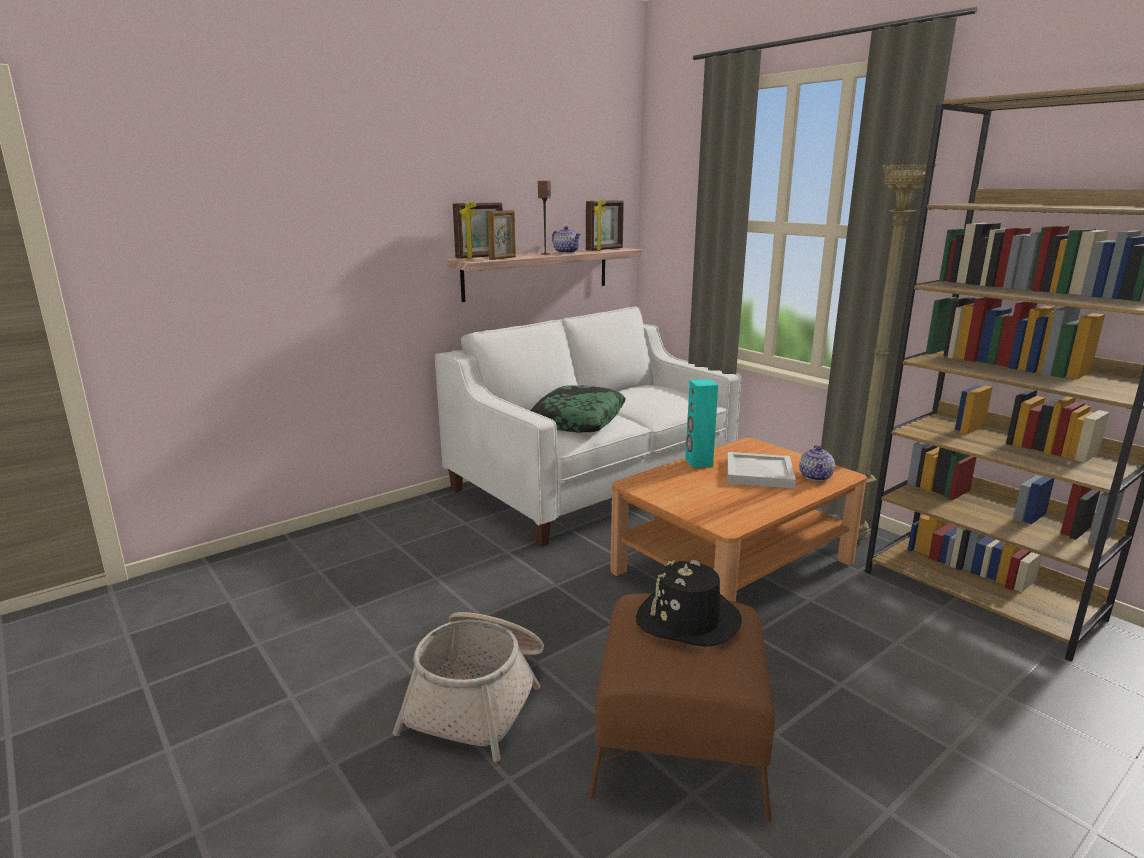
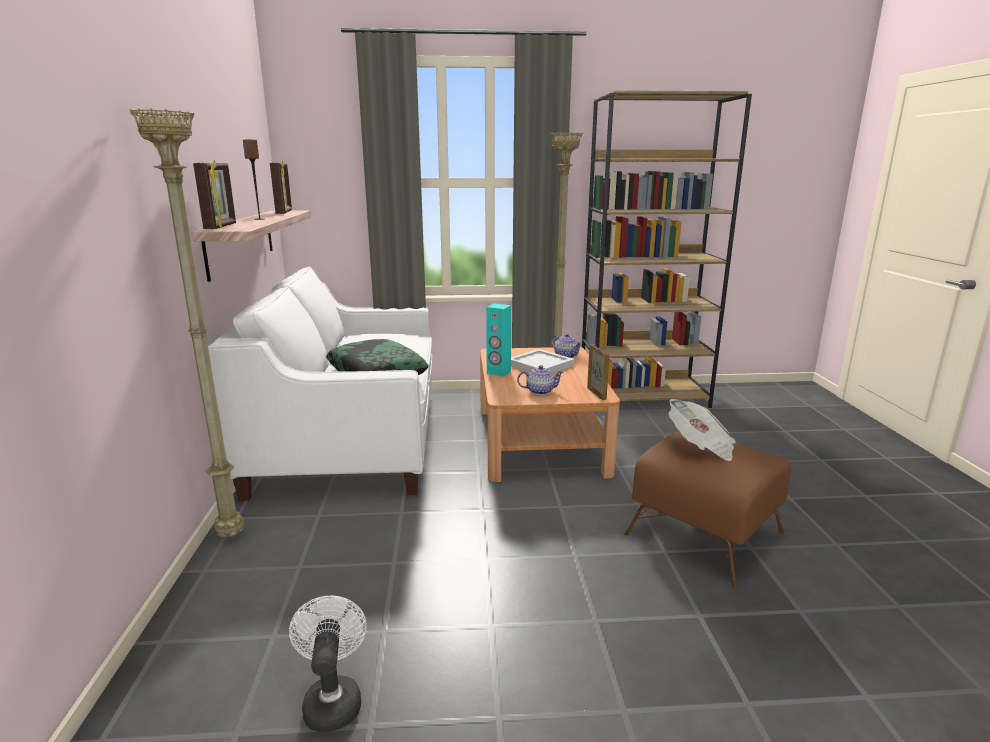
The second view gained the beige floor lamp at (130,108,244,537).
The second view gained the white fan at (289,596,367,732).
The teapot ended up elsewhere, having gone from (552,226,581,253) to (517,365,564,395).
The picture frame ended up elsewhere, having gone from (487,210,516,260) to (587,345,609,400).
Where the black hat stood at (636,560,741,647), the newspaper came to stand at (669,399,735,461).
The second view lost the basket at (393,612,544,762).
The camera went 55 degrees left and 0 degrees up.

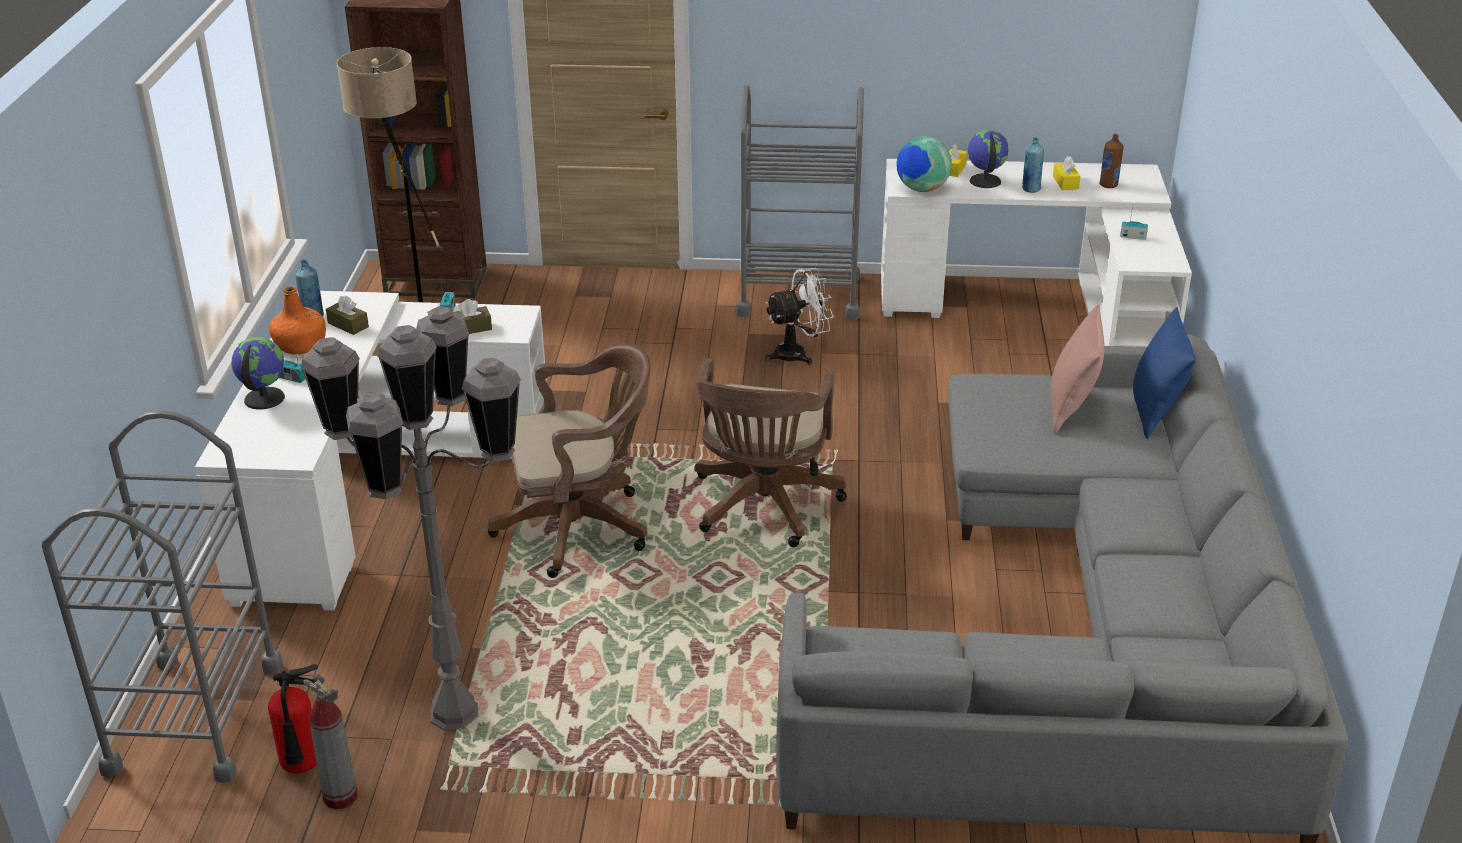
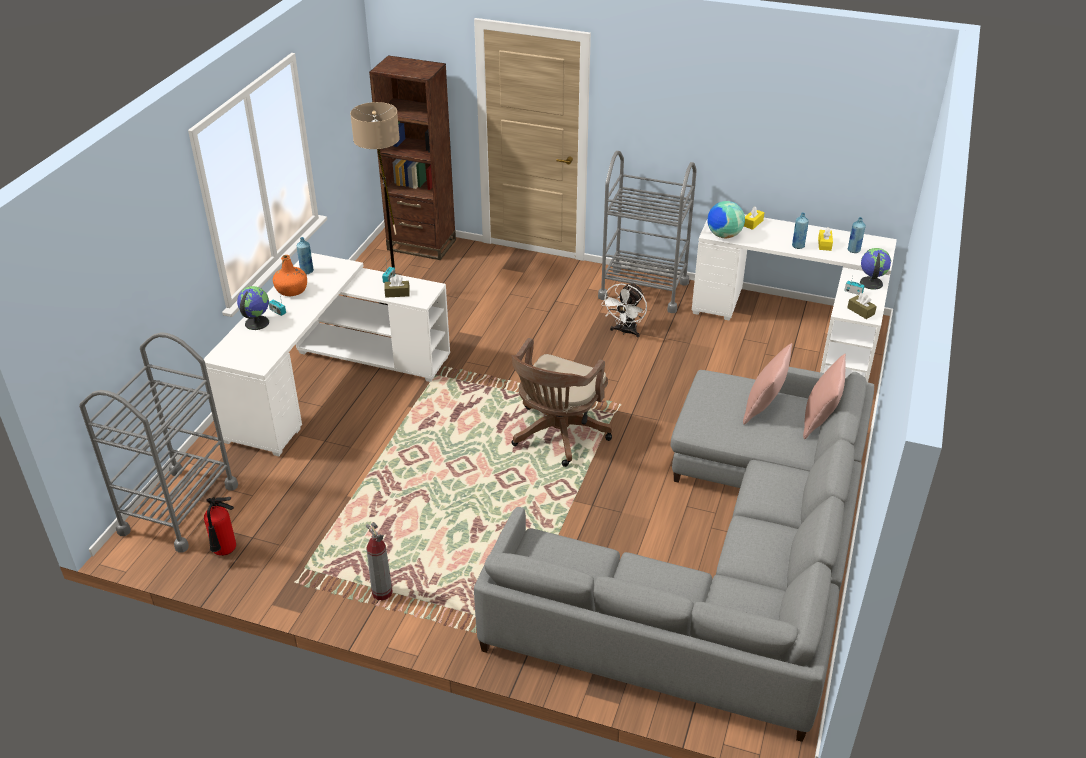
The fire extinguisher ended up elsewhere, having gone from (303,673,357,809) to (366,522,392,601).
The white fan at (765,268,834,365) ended up facing another way, 120 degrees clockwise from before.
What was the blue pillow at (1133,307,1196,439) turned into the pink pillow at (803,353,846,439).
The brown tissue box ended up elsewhere, having gone from (326,295,369,335) to (847,293,877,319).
What was the brown bottle at (1099,134,1124,188) turned into the blue bottle at (848,217,866,253).
The globe ended up elsewhere, having gone from (967,129,1009,188) to (860,248,891,290).
The second view lost the grey floor lamp at (301,306,521,731).
The second view lost the brown office chair at (488,344,651,578).
The camera went 15 degrees right and 5 degrees up.

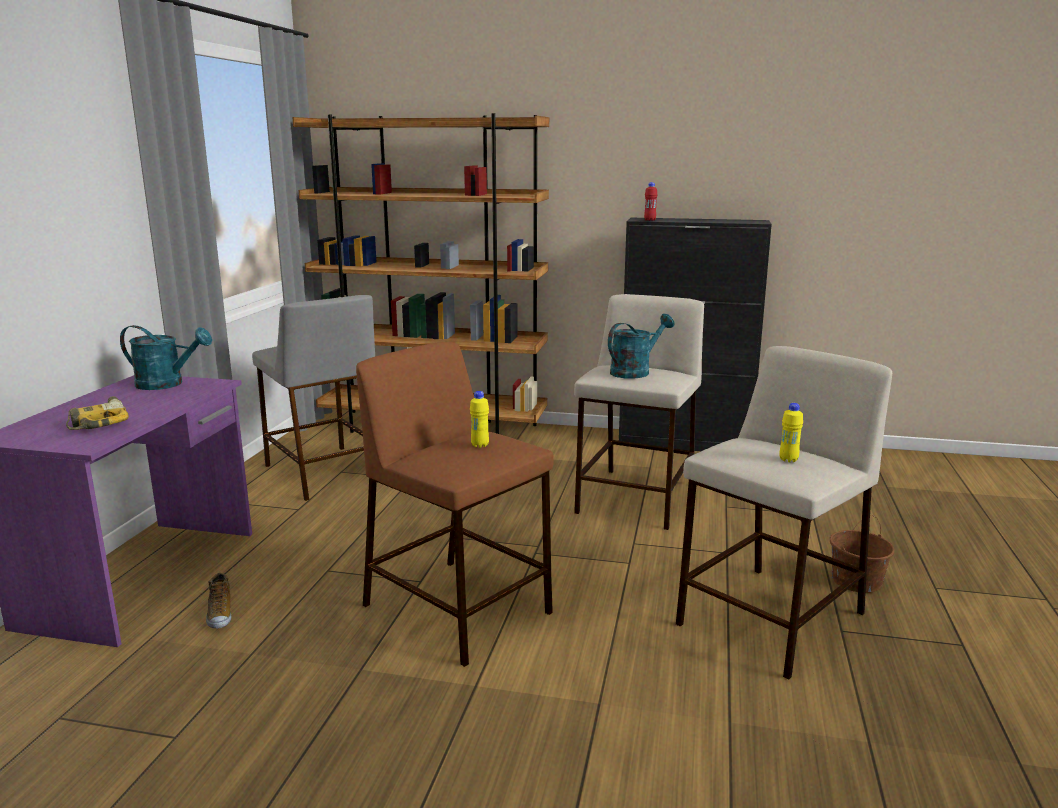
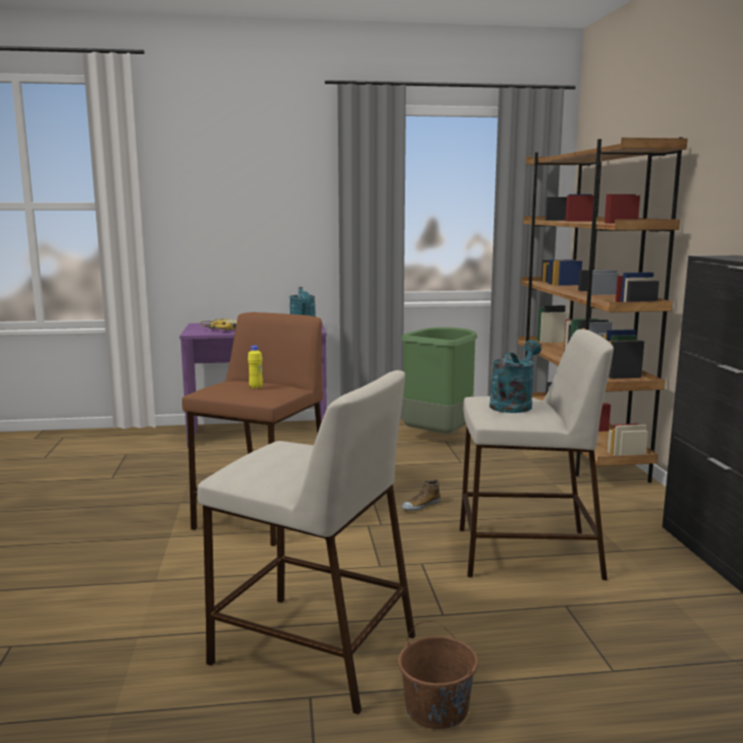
Where the grey stool stood at (252,295,375,501), the green trash can came to stand at (401,327,478,434).
The shoe ended up elsewhere, having gone from (206,573,231,629) to (401,480,441,511).
The turquoise watering can at (608,314,674,379) ended up facing another way, 90 degrees counterclockwise from before.
The second view lost the red bottle at (644,182,658,221).
The second view lost the yellow bottle at (779,403,803,462).
The camera went 70 degrees right and 5 degrees down.

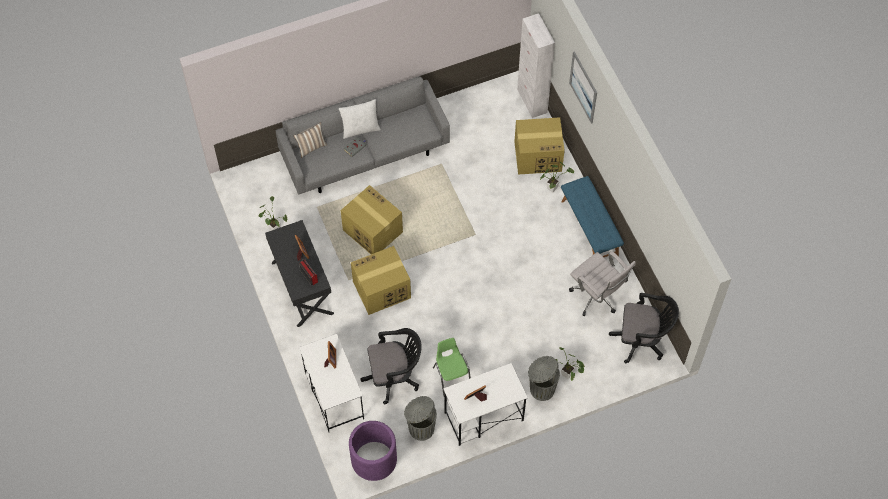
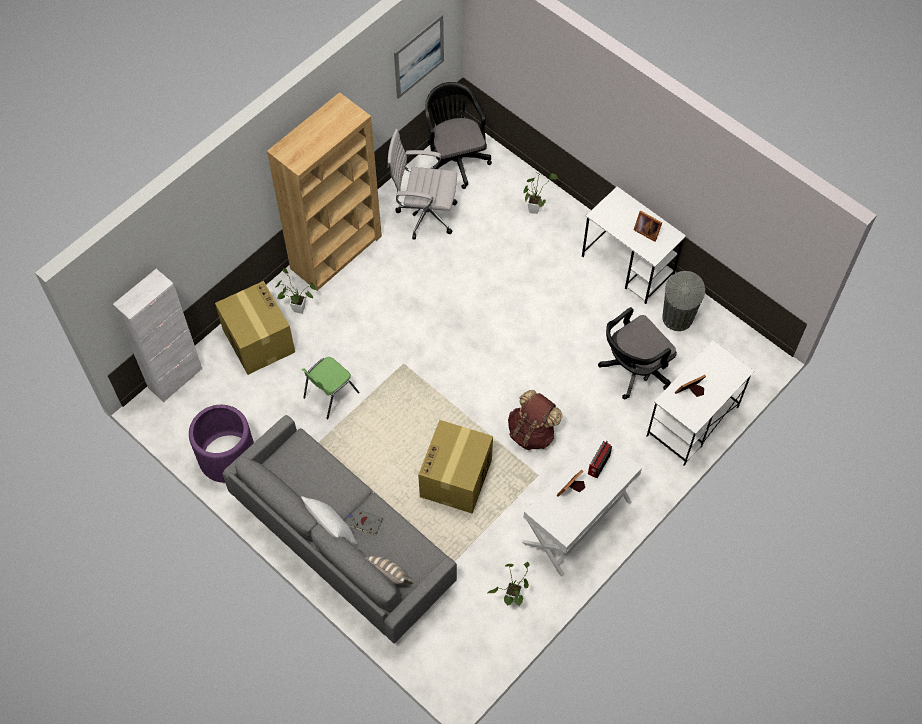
The purple planter ended up elsewhere, having gone from (349,421,397,481) to (189,405,254,483).
Where the blue bench stood at (561,176,624,257), the brown bookcase came to stand at (267,92,382,291).
The green chair ended up elsewhere, having gone from (433,338,471,397) to (302,357,359,420).
The white office chair at (569,251,636,316) ended up facing another way, 105 degrees counterclockwise from before.
The picture ended up elsewhere, having gone from (569,51,597,124) to (394,14,444,99).
Where the cardboard box stood at (351,246,411,315), the brown backpack came to stand at (508,390,562,450).
What was the black desk at (265,220,334,327) turned into the white desk at (522,434,642,577).
The black office chair at (360,328,422,404) ended up facing another way, 90 degrees counterclockwise from before.
The second view lost the grey trash can at (528,356,560,401).
The camera went 115 degrees left and 0 degrees up.

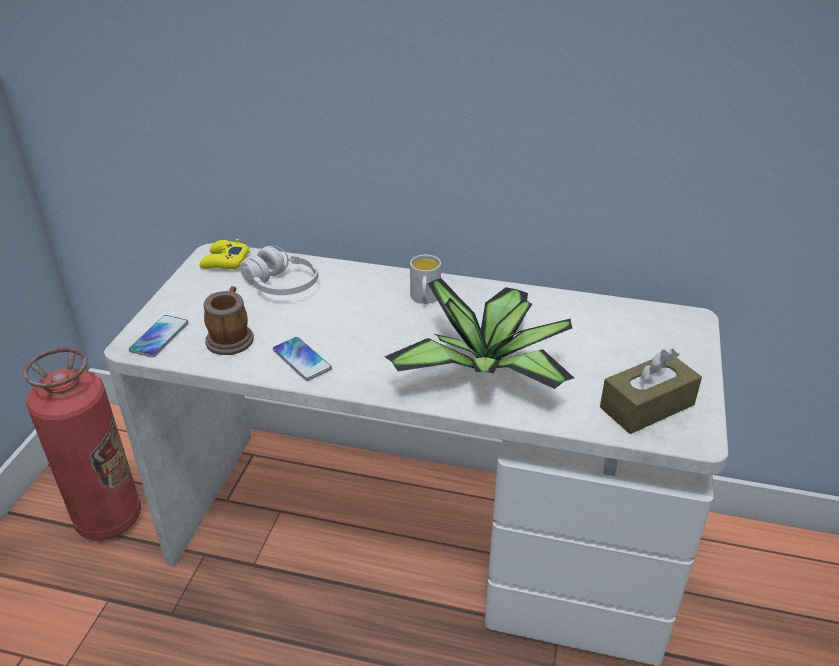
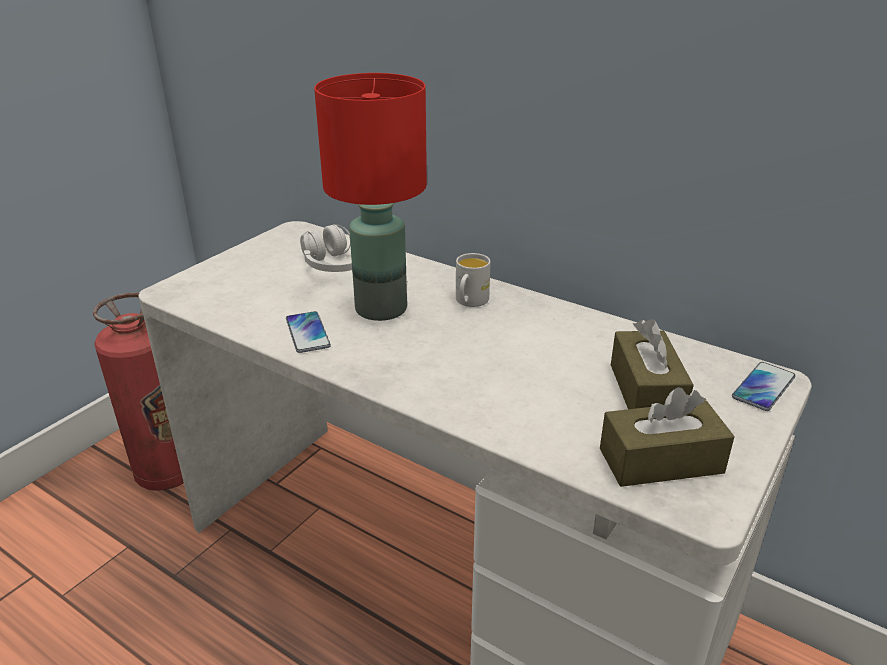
The second view gained the red table lamp at (314,73,427,321).
The second view gained the brown tissue box at (611,319,694,409).
The phone ended up elsewhere, having gone from (129,315,189,357) to (732,362,796,411).
The second view lost the yellow game controller at (199,239,250,269).
The second view lost the mug at (204,286,254,355).
The second view lost the potted plant at (385,278,574,389).
The camera went 20 degrees right and 5 degrees down.

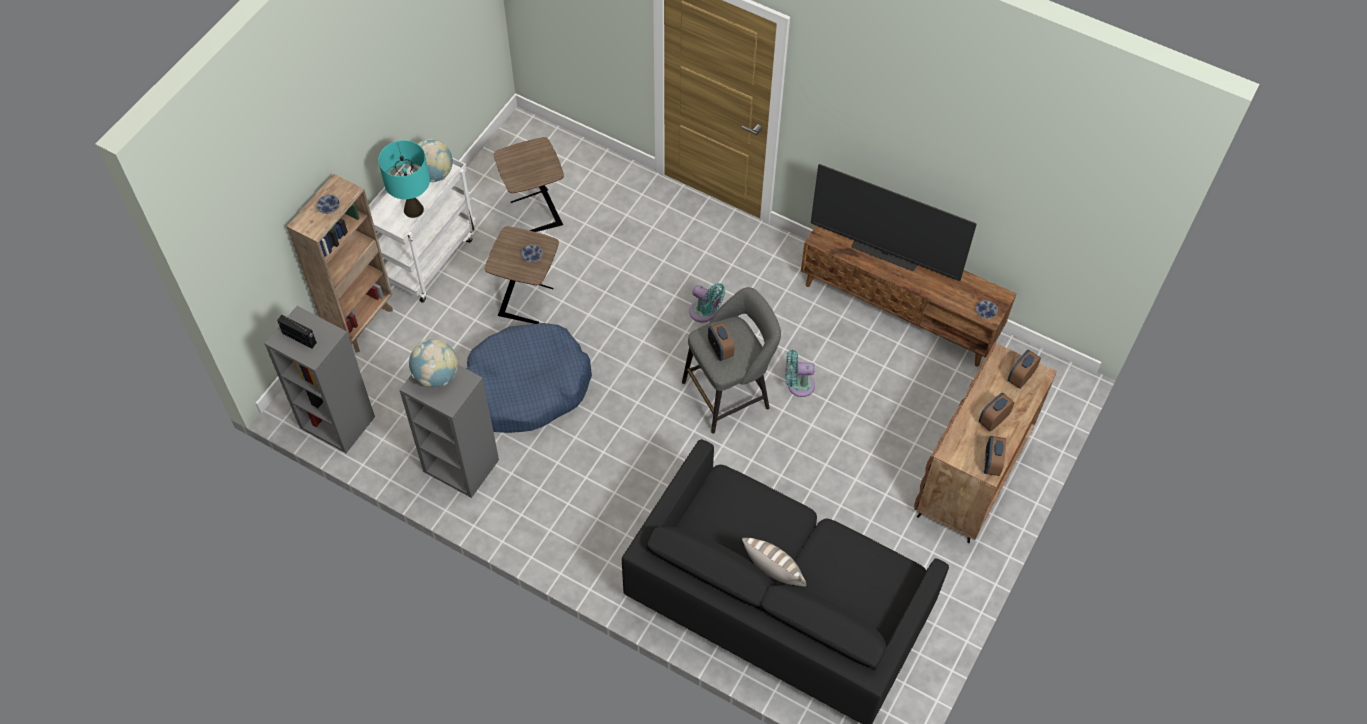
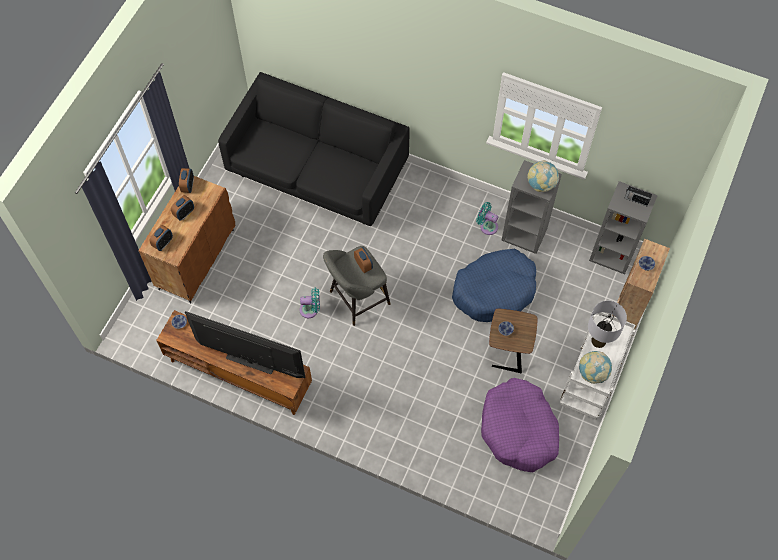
The turquoise fan ended up elsewhere, having gone from (689,283,725,322) to (476,202,498,235).
Where the brown side table stood at (494,137,564,232), the purple dog bed came to stand at (481,378,559,473).
What was the turquoise table lamp at (378,140,430,218) turned into the grey table lamp at (588,301,627,348).
The second view lost the pillow at (742,538,807,586).
The camera went 175 degrees right and 5 degrees up.

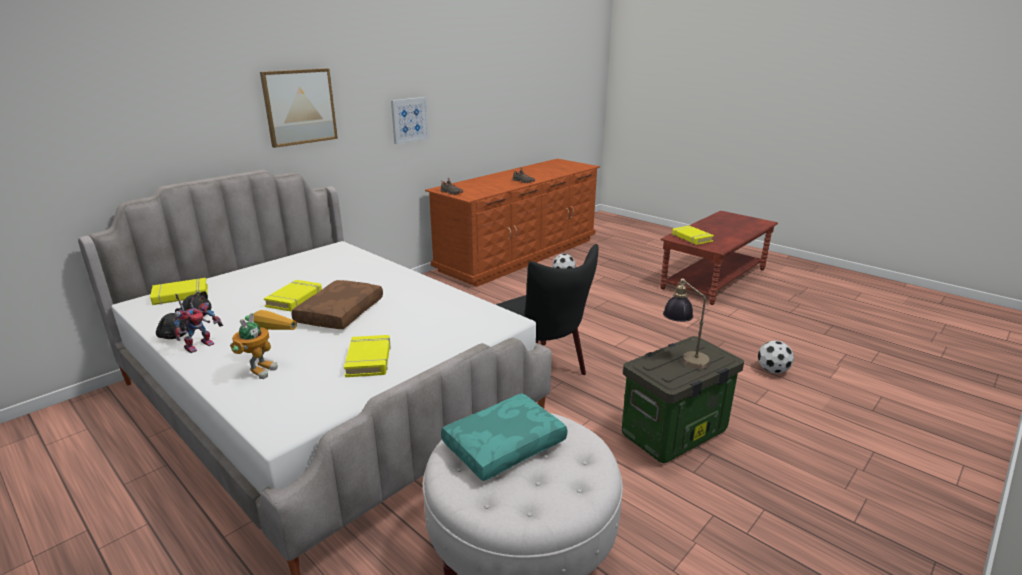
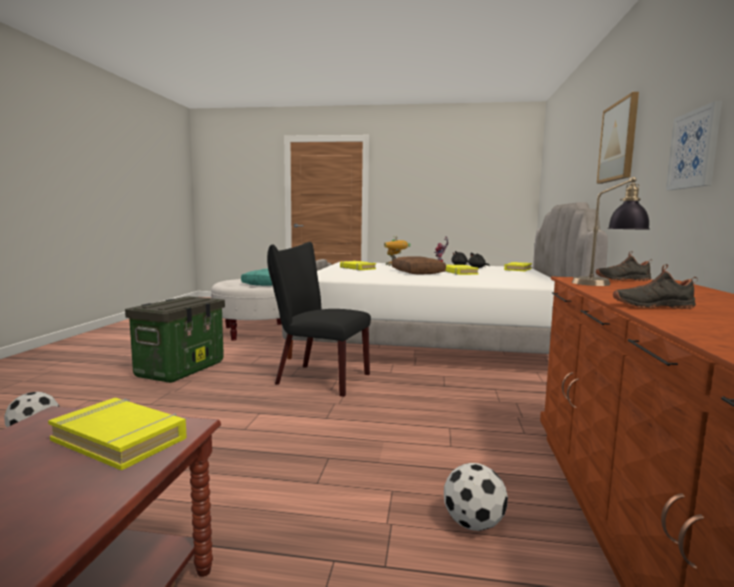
The table lamp ended up elsewhere, having gone from (663,278,711,369) to (572,177,650,286).
The camera went 145 degrees right and 15 degrees down.

